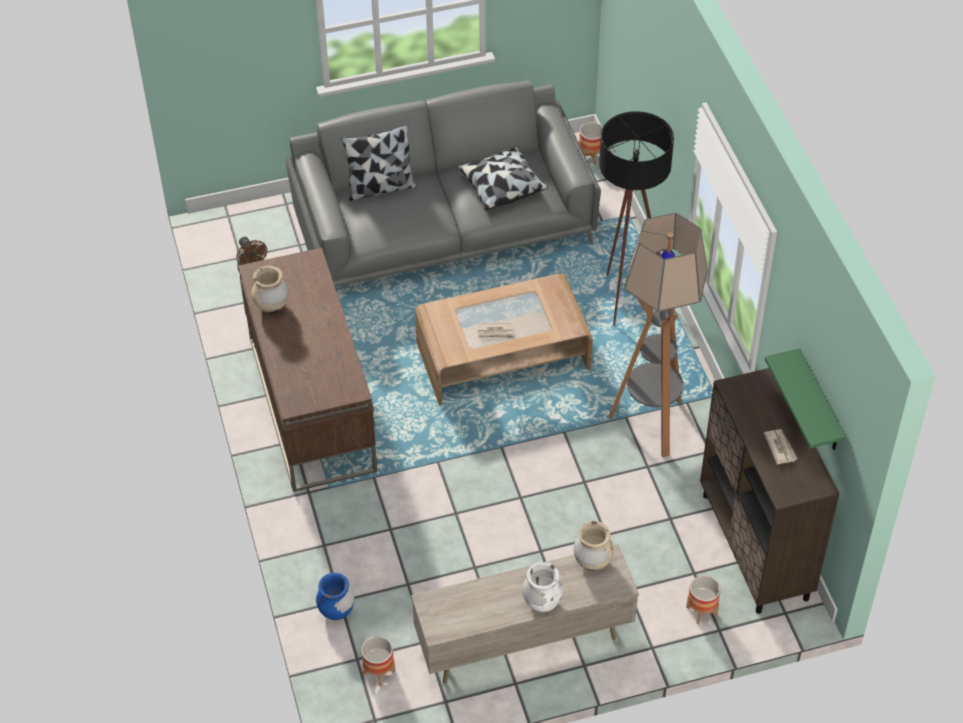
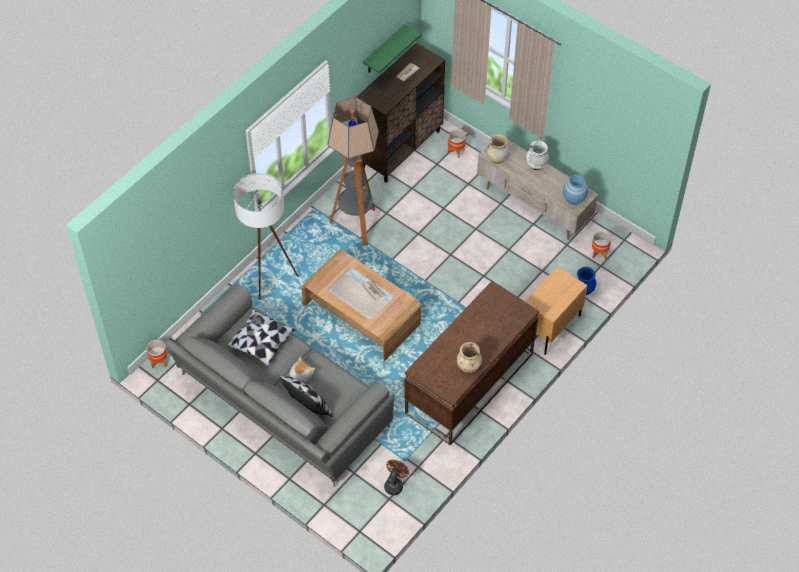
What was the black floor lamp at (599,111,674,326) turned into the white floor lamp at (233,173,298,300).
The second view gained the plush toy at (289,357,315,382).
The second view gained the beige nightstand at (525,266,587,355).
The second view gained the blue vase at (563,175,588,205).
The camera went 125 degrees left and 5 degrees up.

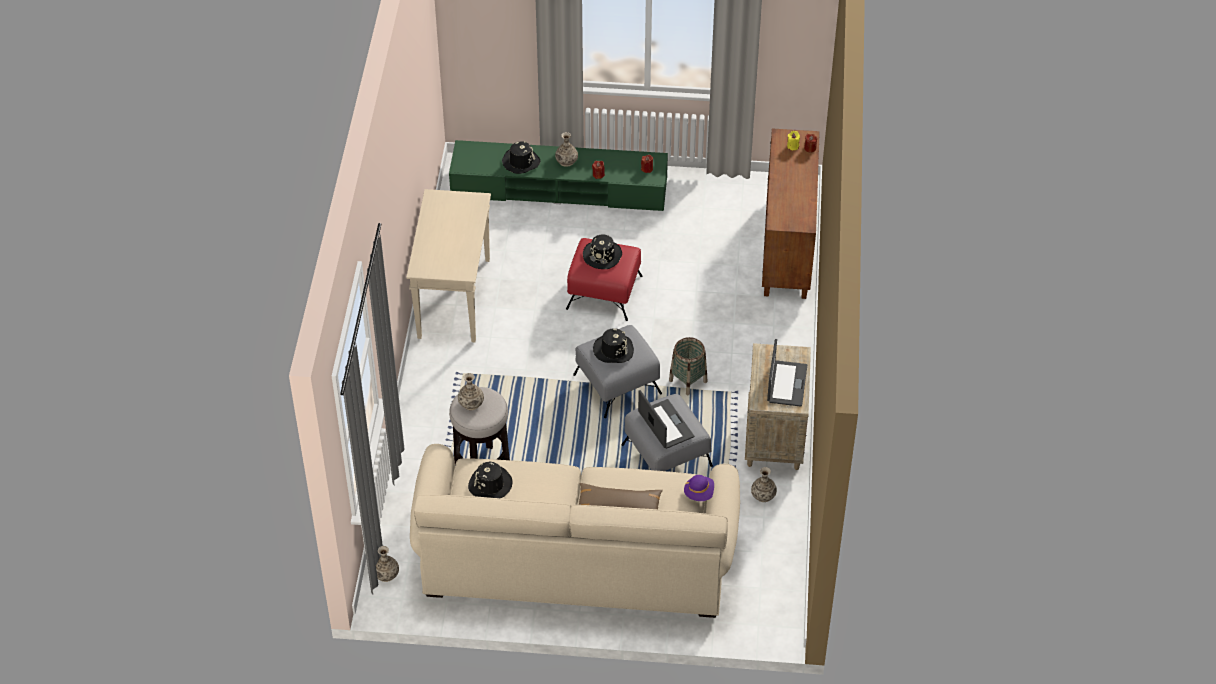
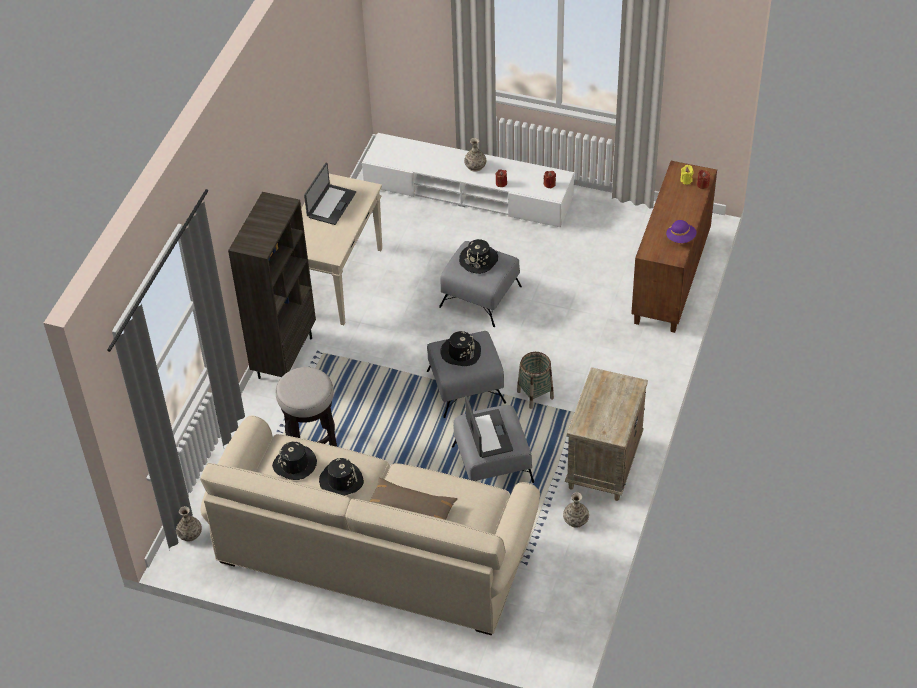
The second view gained the brown bookcase at (228,192,316,379).
The laptop ended up elsewhere, having gone from (767,339,807,407) to (304,163,356,225).
The black hat ended up elsewhere, having gone from (502,141,541,174) to (319,458,364,496).
What was the green tv stand at (449,140,668,211) turned into the white tv stand at (362,133,574,227).
What was the red ottoman at (566,238,642,321) turned into the grey ottoman at (439,241,522,327).
The purple hat ended up elsewhere, having gone from (684,475,714,501) to (666,220,697,243).
The second view lost the vase at (458,373,484,410).
The camera went 15 degrees right and 0 degrees up.

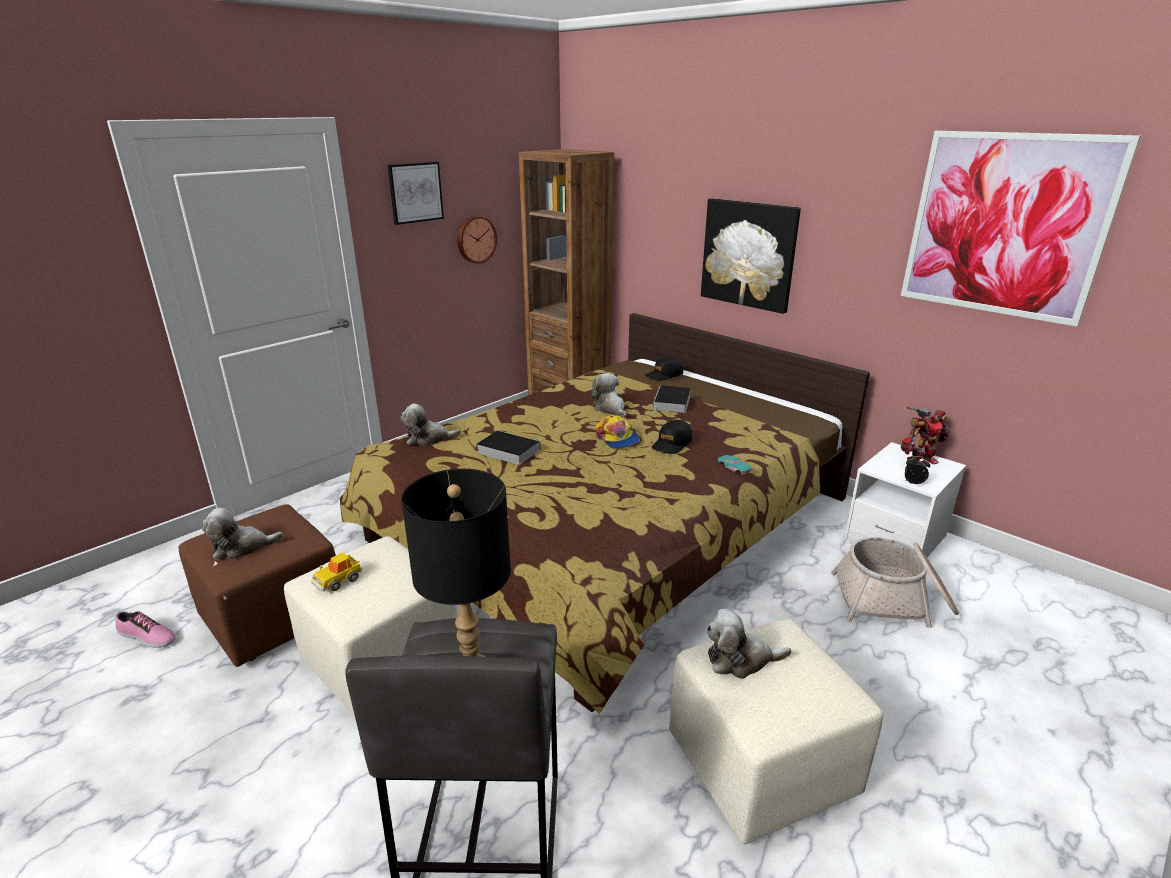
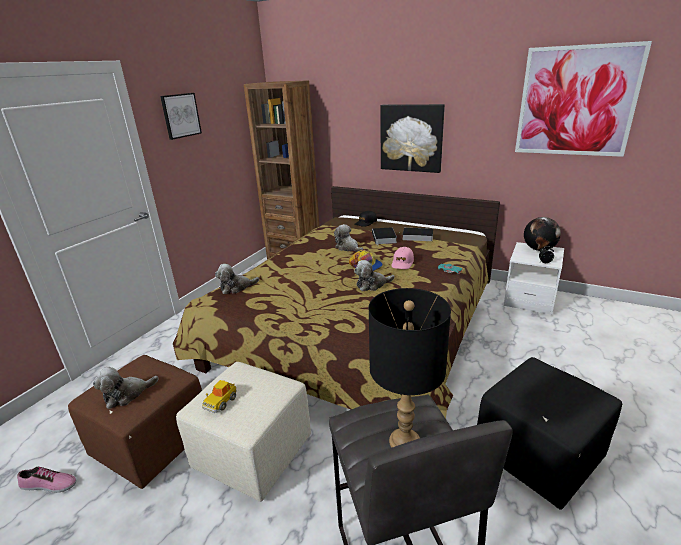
The plush toy ended up elsewhere, having gone from (706,609,791,679) to (354,260,395,291).
What was the black cap at (652,420,692,454) turned into the pink cap at (391,247,414,269).
The book ended up elsewhere, having gone from (476,430,540,465) to (399,228,433,241).
What was the beige ottoman at (669,618,883,844) turned into the black ottoman at (477,357,622,510).
Where the toy robot stood at (901,407,950,467), the globe came to stand at (524,217,561,251).
The second view lost the wall clock at (457,216,497,264).
The second view lost the basket at (831,537,959,628).
The camera went 15 degrees left and 0 degrees up.

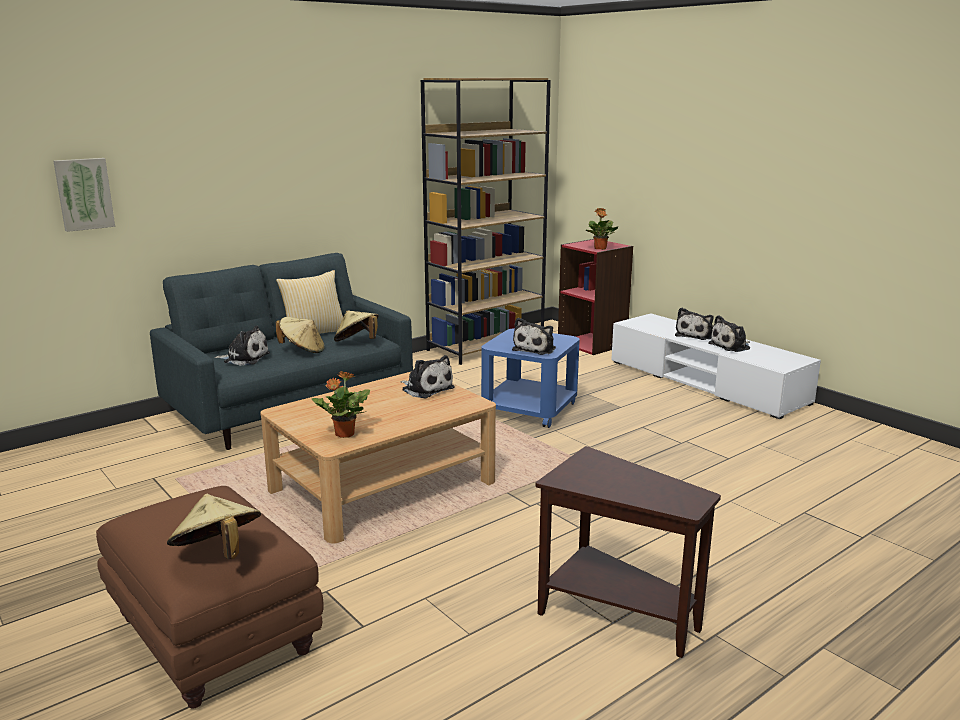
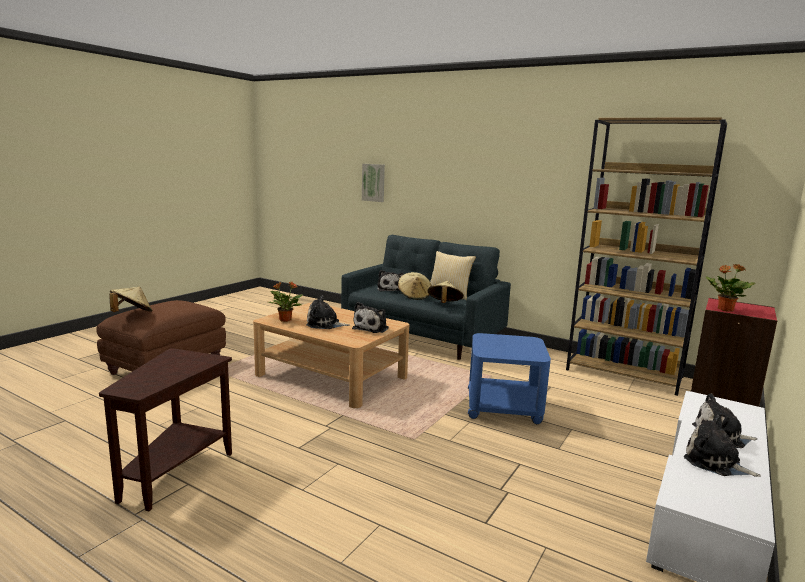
The plush toy ended up elsewhere, having gone from (512,318,556,355) to (306,295,350,329).
The camera went 70 degrees right and 5 degrees down.

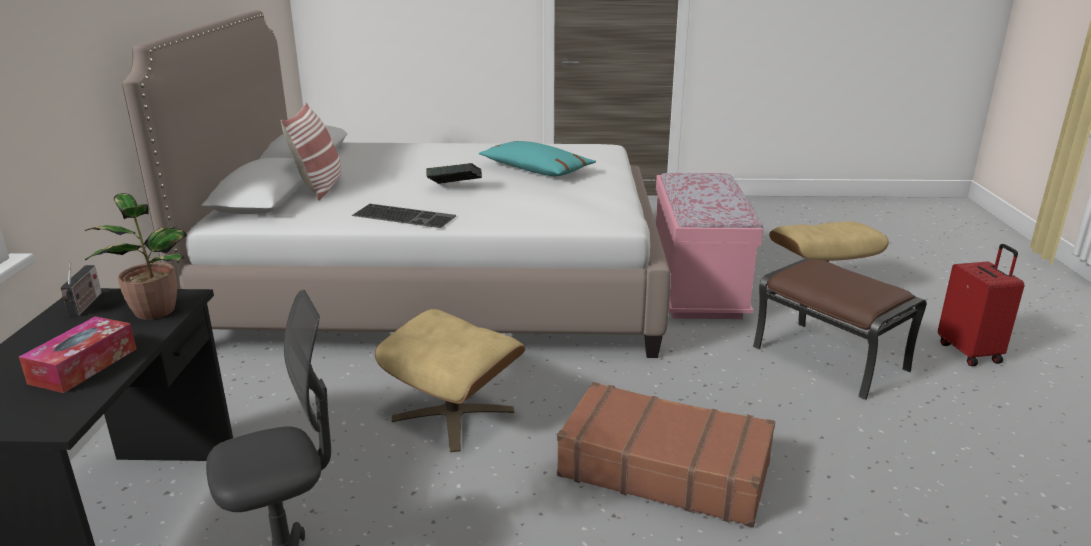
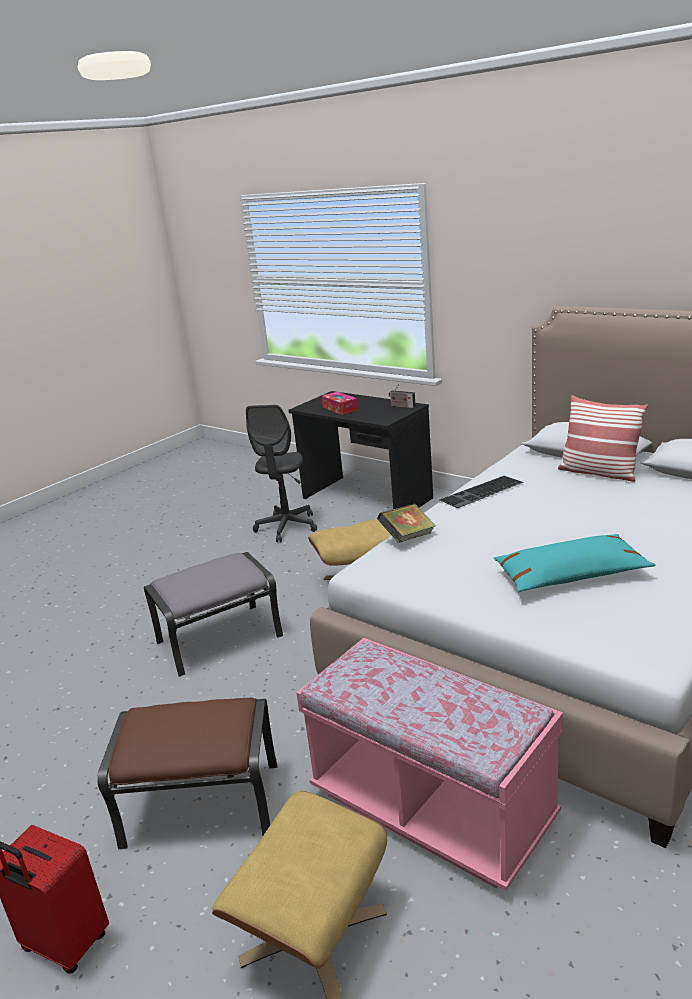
Where the brown suitcase stood at (557,382,775,527), the grey ottoman came to stand at (144,552,283,677).
The book ended up elsewhere, having gone from (426,163,482,184) to (377,504,436,543).
The second view lost the potted plant at (85,193,187,320).
The camera went 130 degrees right and 0 degrees up.

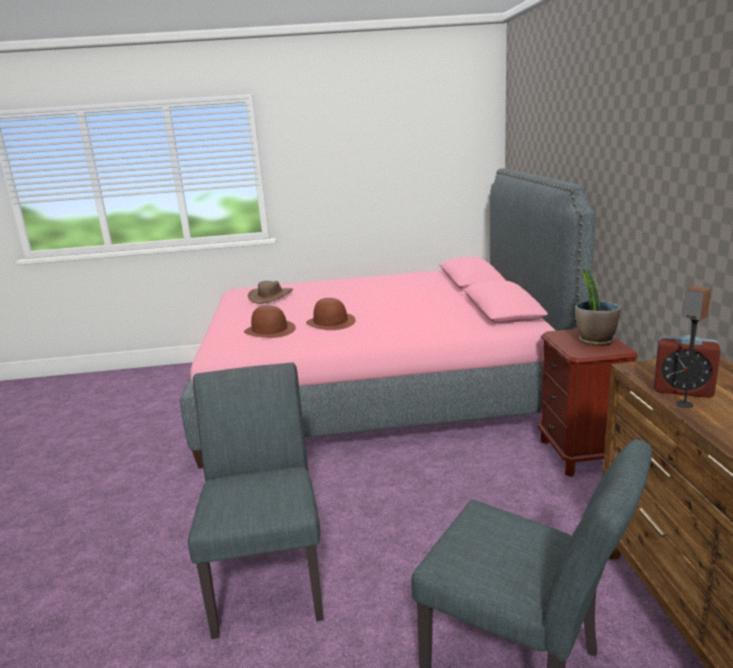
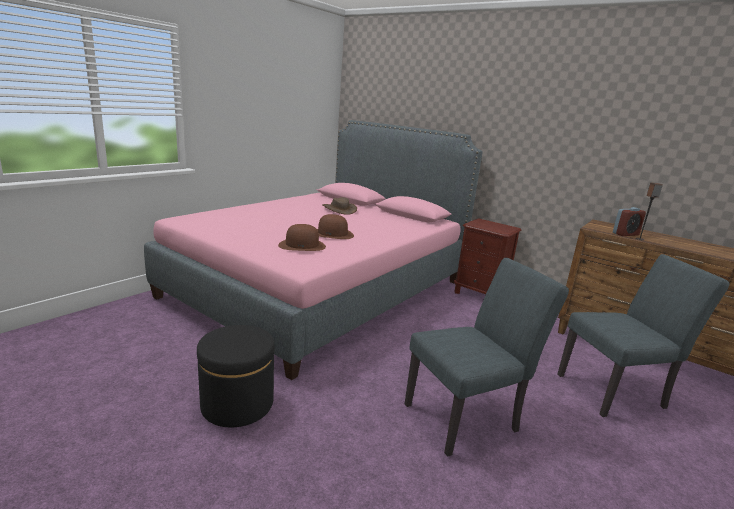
The second view gained the black ottoman at (197,325,275,427).
The brown hat ended up elsewhere, having gone from (248,281,293,304) to (322,197,357,215).
The grey chair at (188,363,324,639) ended up facing another way, 120 degrees clockwise from before.
The second view lost the potted plant at (575,268,621,346).
The camera went 50 degrees left and 0 degrees up.

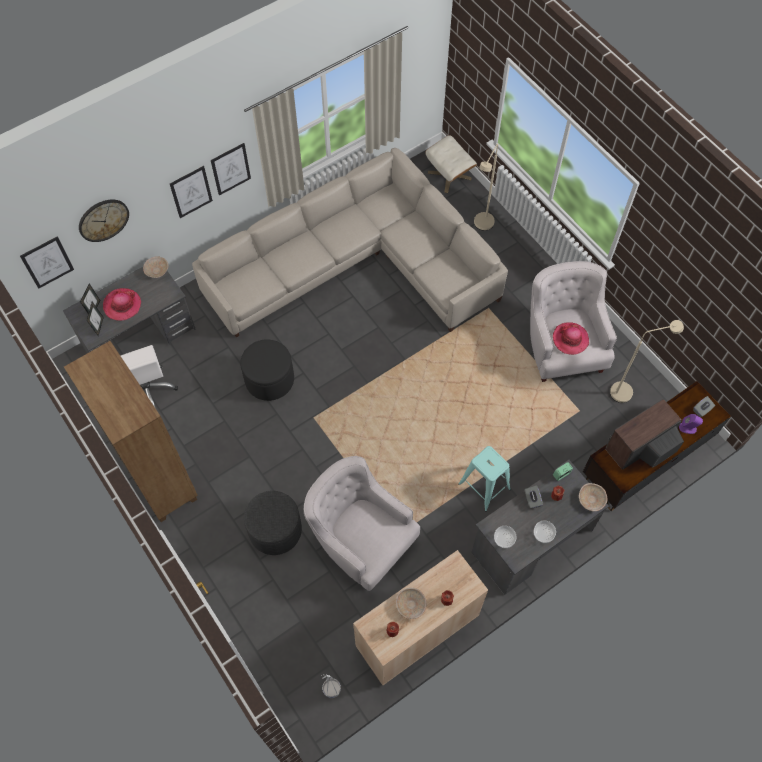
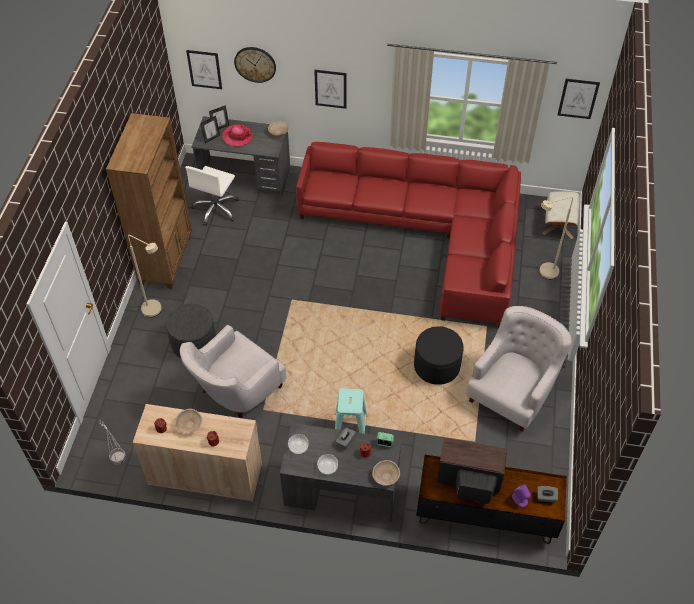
The beige floor lamp ended up elsewhere, having gone from (610,320,684,403) to (128,235,162,317).
The white armchair at (304,456,420,591) ended up facing another way, 135 degrees counterclockwise from before.
What was the beige sofa at (192,148,508,338) turned into the red sofa at (296,142,521,328).
The black ottoman ended up elsewhere, having gone from (240,339,294,401) to (414,326,464,385).
The picture ended up elsewhere, having gone from (211,143,251,196) to (558,79,600,119).
The second view lost the hat at (553,322,589,355).
The camera went 45 degrees right and 10 degrees down.

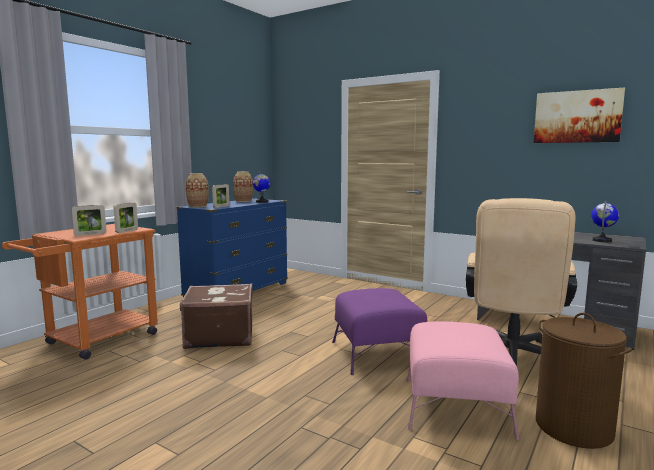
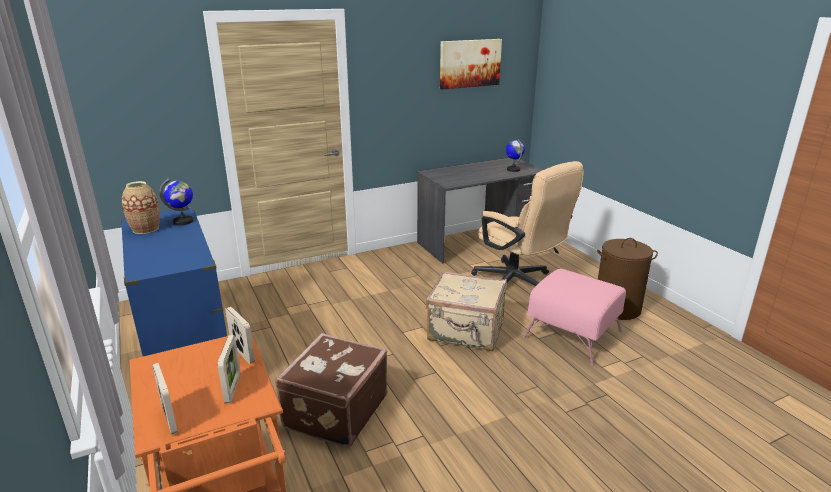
The picture frame ended up elsewhere, having gone from (212,184,229,208) to (152,363,178,435).
Where the purple ottoman stood at (332,288,427,375), the beige suitcase came to stand at (426,271,507,351).
The second view lost the vase at (186,173,209,207).
The camera went 60 degrees left and 15 degrees up.

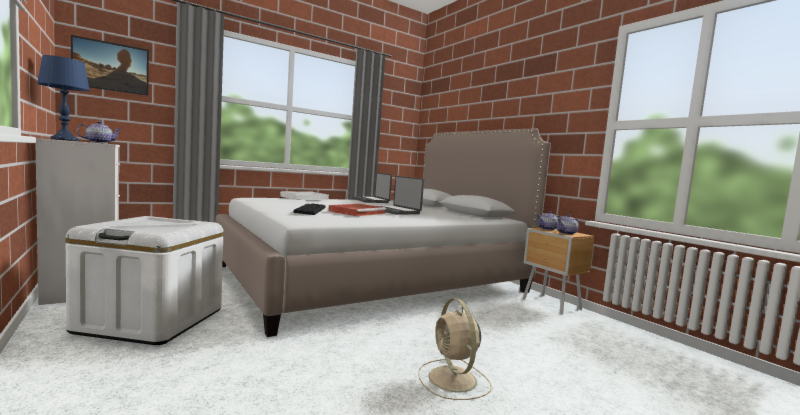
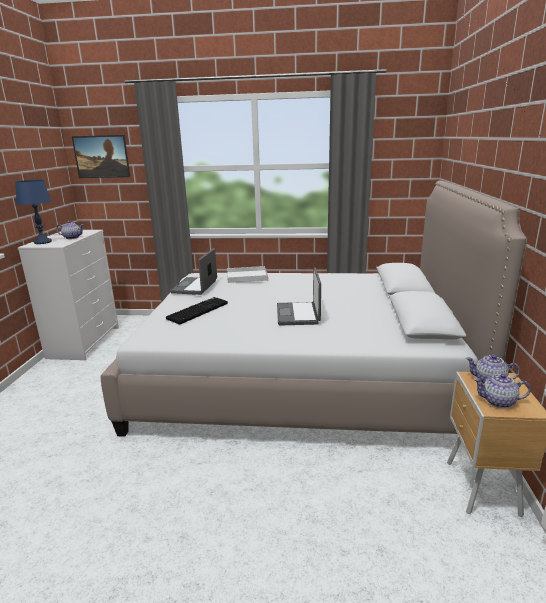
The laptop ended up elsewhere, having gone from (352,173,392,203) to (170,248,217,295).
The second view lost the white storage box at (66,216,224,345).
The second view lost the red tray at (328,204,386,216).
The second view lost the beige fan at (418,298,492,400).
The camera went 40 degrees right and 15 degrees up.

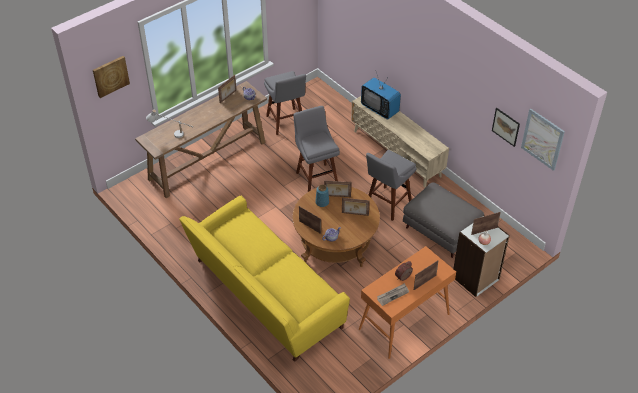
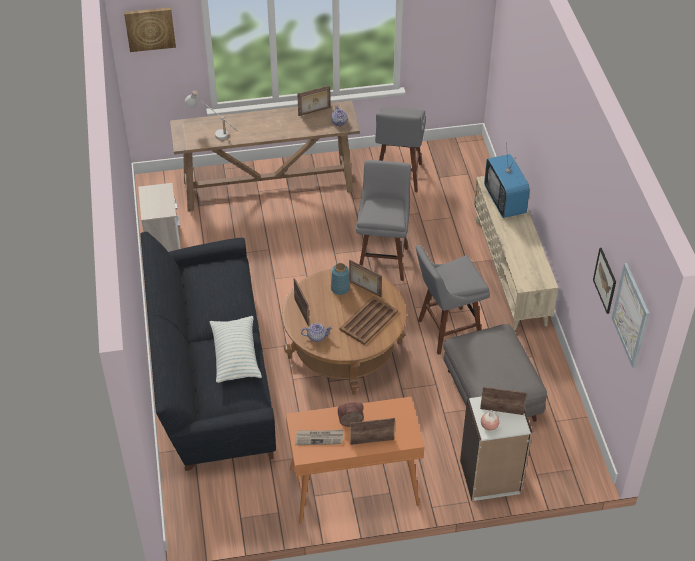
The second view gained the nightstand at (138,183,181,252).
What was the yellow sofa at (179,196,350,362) turned into the black sofa at (140,231,276,471).
The second view gained the pillow at (209,316,262,383).
Where the picture frame stood at (342,198,370,216), the brown tray came to stand at (339,296,398,345).
The camera went 30 degrees right and 0 degrees up.

